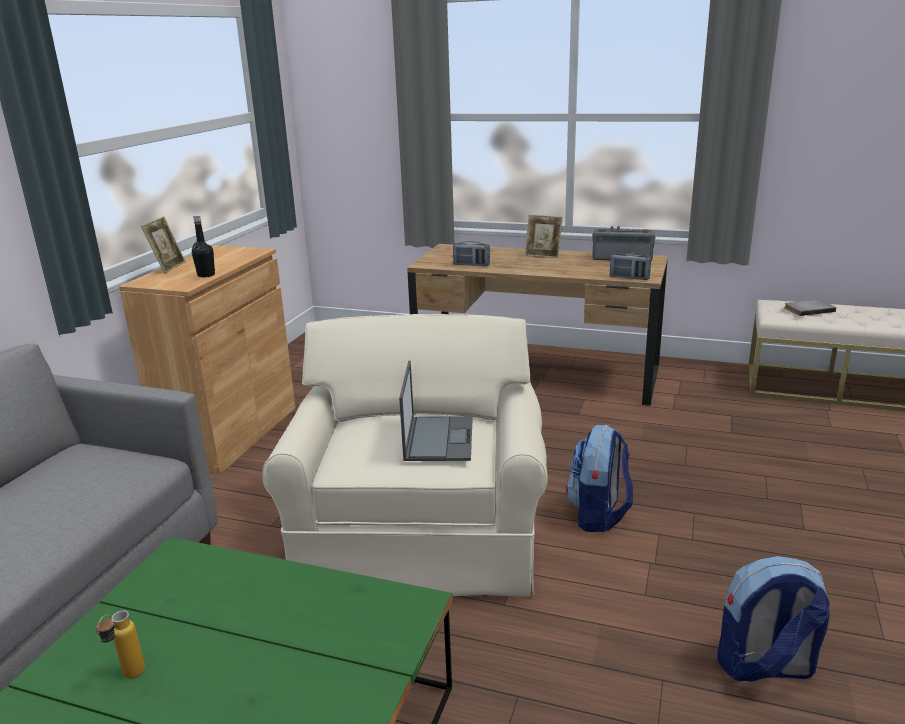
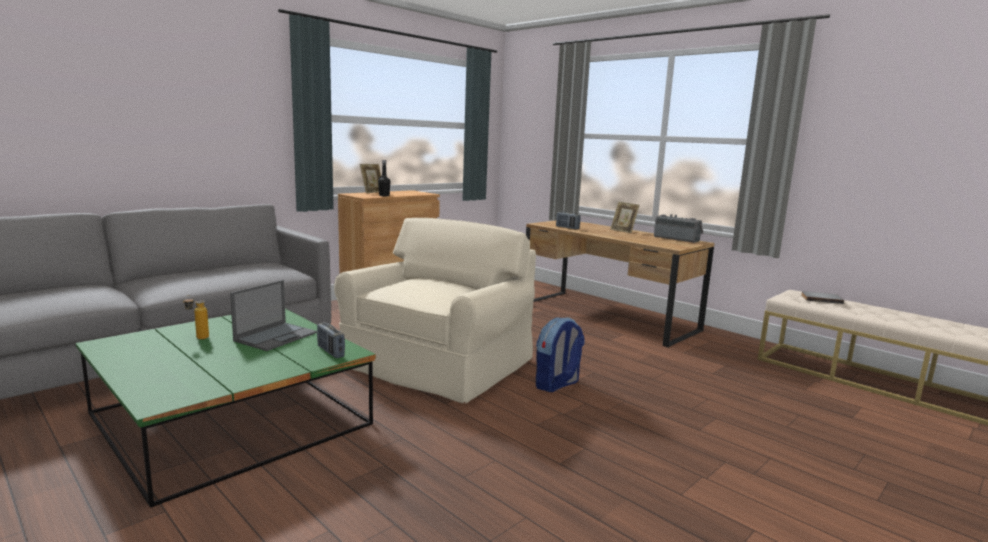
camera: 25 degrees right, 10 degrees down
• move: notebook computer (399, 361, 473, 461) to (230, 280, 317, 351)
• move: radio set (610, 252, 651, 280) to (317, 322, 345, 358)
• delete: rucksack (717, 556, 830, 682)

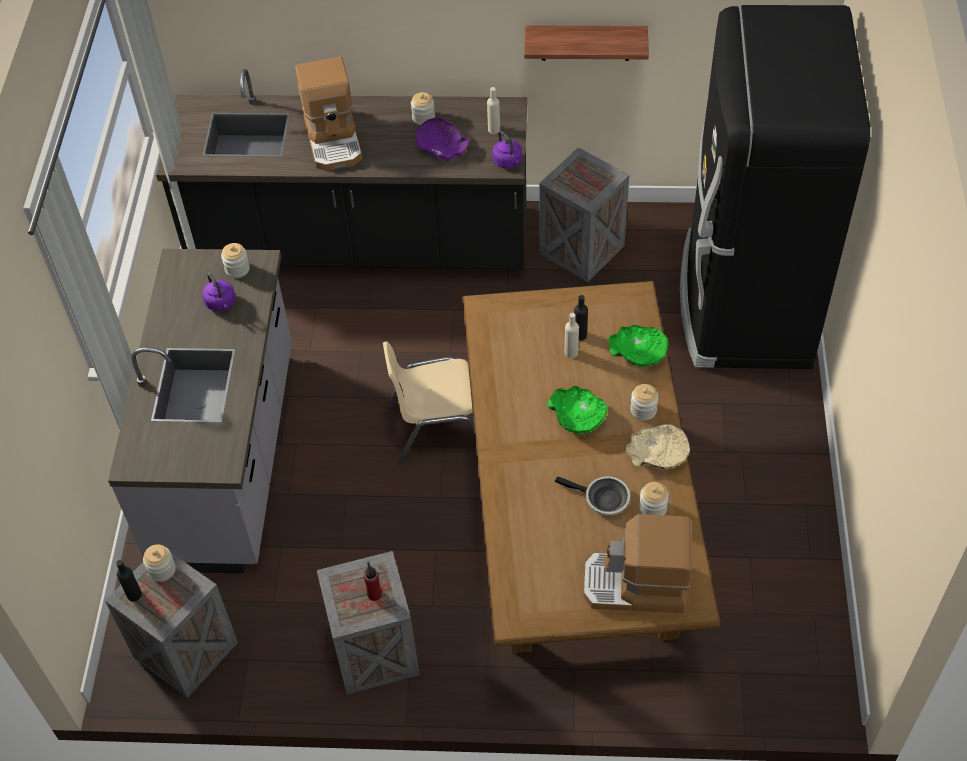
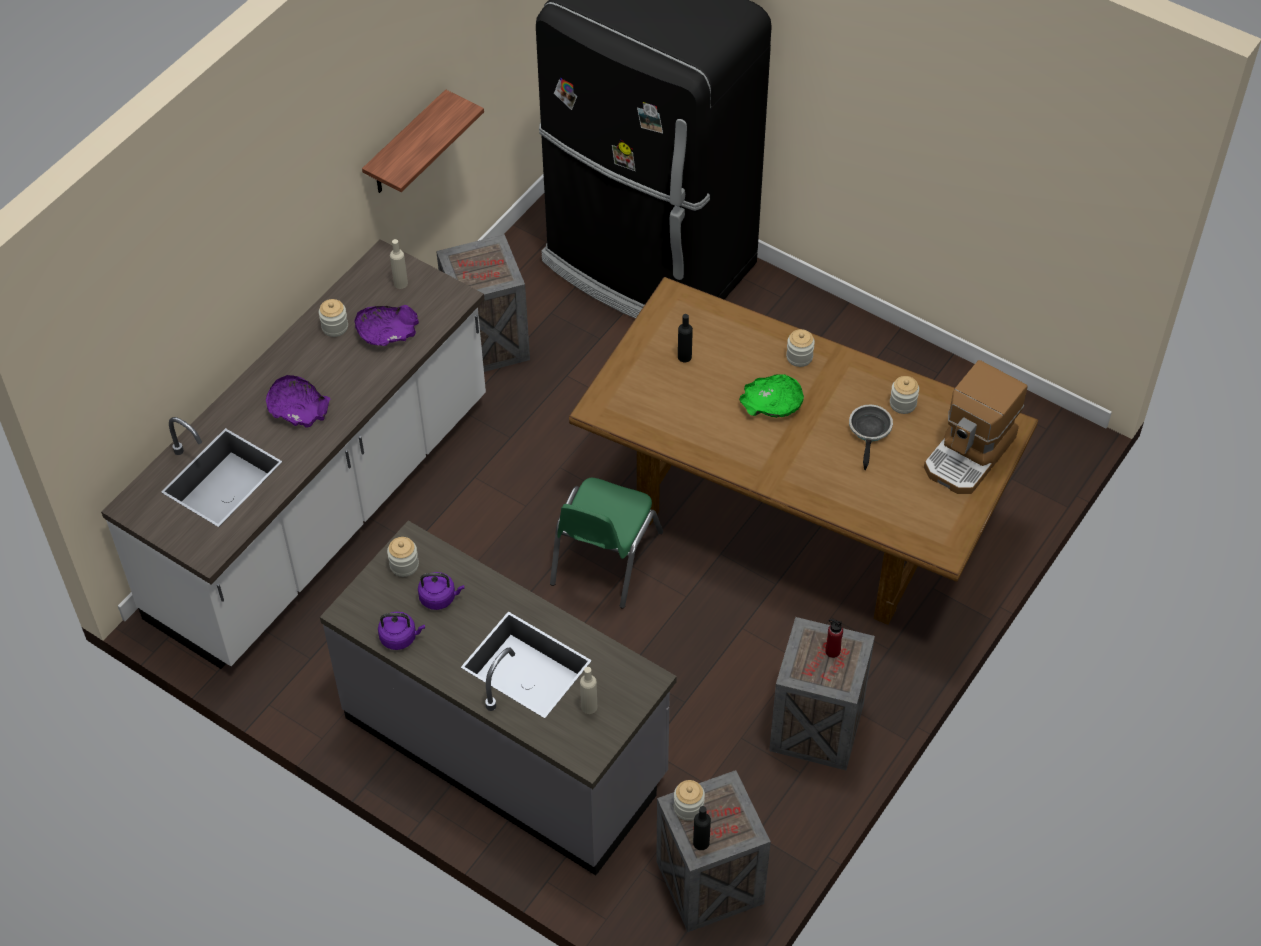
camera: 60 degrees left, 0 degrees up
• recolor: black kitchen counter (156, 69, 527, 270) to white kitchen counter (101, 239, 486, 669)
• replace: coffee machine (295, 57, 362, 171) to purple deep dish (266, 375, 330, 428)
• move: purple water kettle (492, 131, 522, 168) to (378, 612, 425, 650)
• recolor: sand-coloured upright chair (383, 341, 474, 463) to green-coloured upright chair (550, 478, 663, 609)
• move: sand-coloured beverage bottle (565, 313, 579, 358) to (580, 667, 597, 714)
• rotate: frying pan (555, 476, 630, 515) = (849, 404, 893, 470) 45 degrees counterclockwise
• delete: green-coloured deep dish (608, 325, 669, 367)
• delete: sand-coloured deep dish (625, 424, 690, 470)

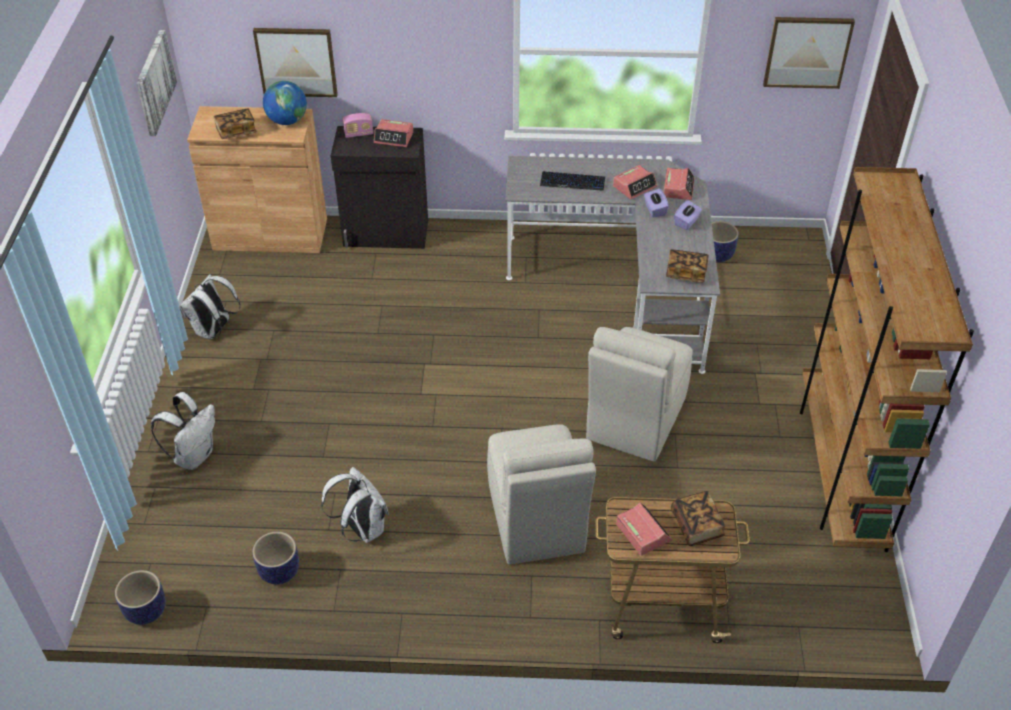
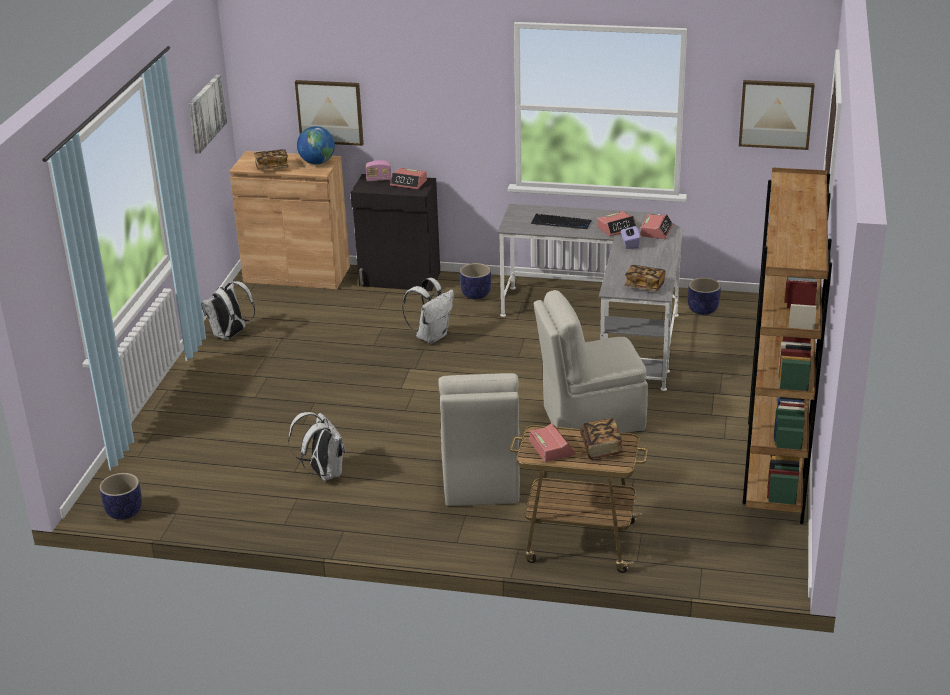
camera: 10 degrees right, 15 degrees down
• move: white rucksack (151, 392, 215, 470) to (402, 278, 454, 344)
• move: plant pot (252, 532, 299, 584) to (460, 263, 491, 299)
• rotate: sand-coloured upright chair (586, 327, 693, 462) = (534, 290, 648, 433) 45 degrees clockwise
• delete: purple box of tissues (674, 200, 702, 230)

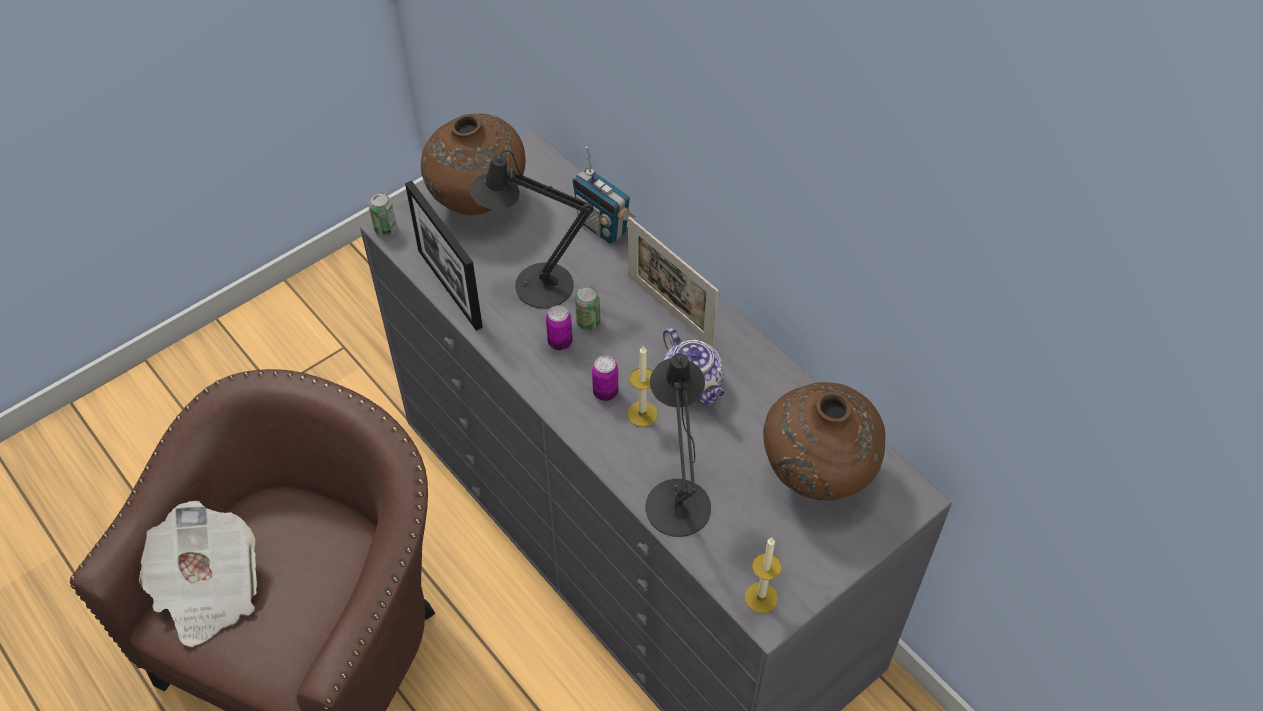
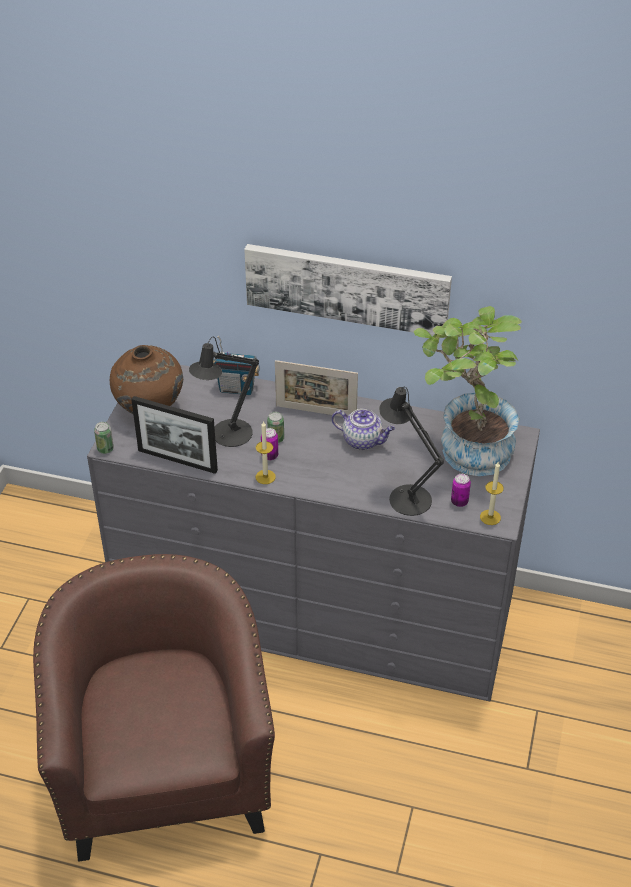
camera: 35 degrees left, 10 degrees down
• insert: picture (244, 244, 452, 336)
• move: wax candle (627, 346, 658, 427) to (256, 421, 276, 484)
• replace: brownish decorative vase (763, 382, 885, 501) to plant in a pot (414, 306, 522, 476)
• move: metal can (592, 356, 618, 401) to (451, 474, 471, 507)
• delete: daily paper (138, 501, 257, 647)

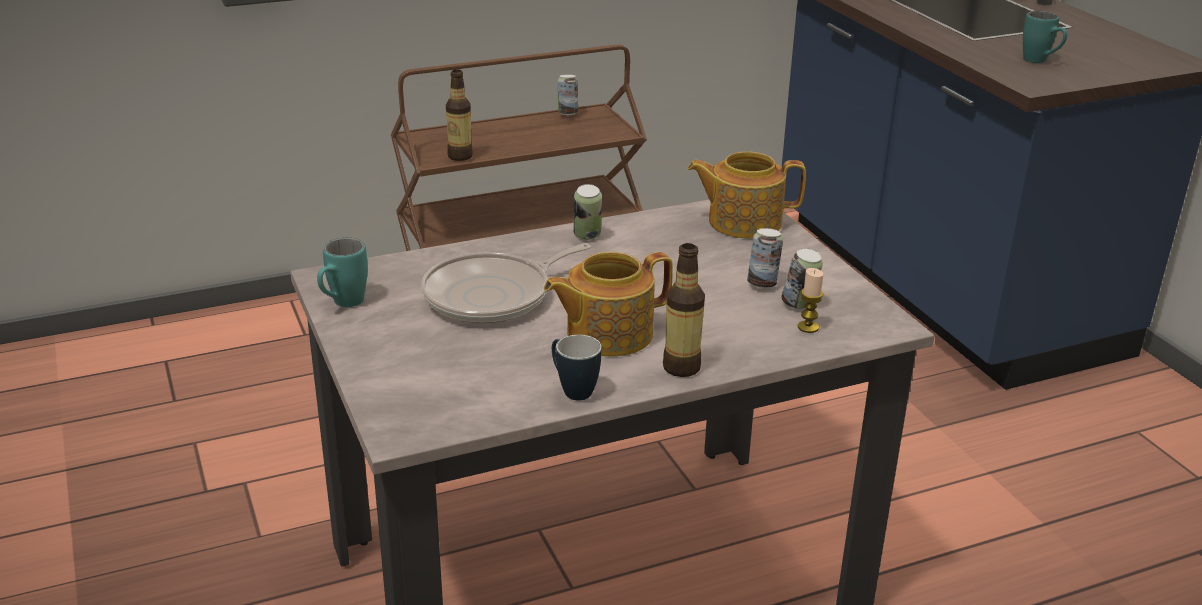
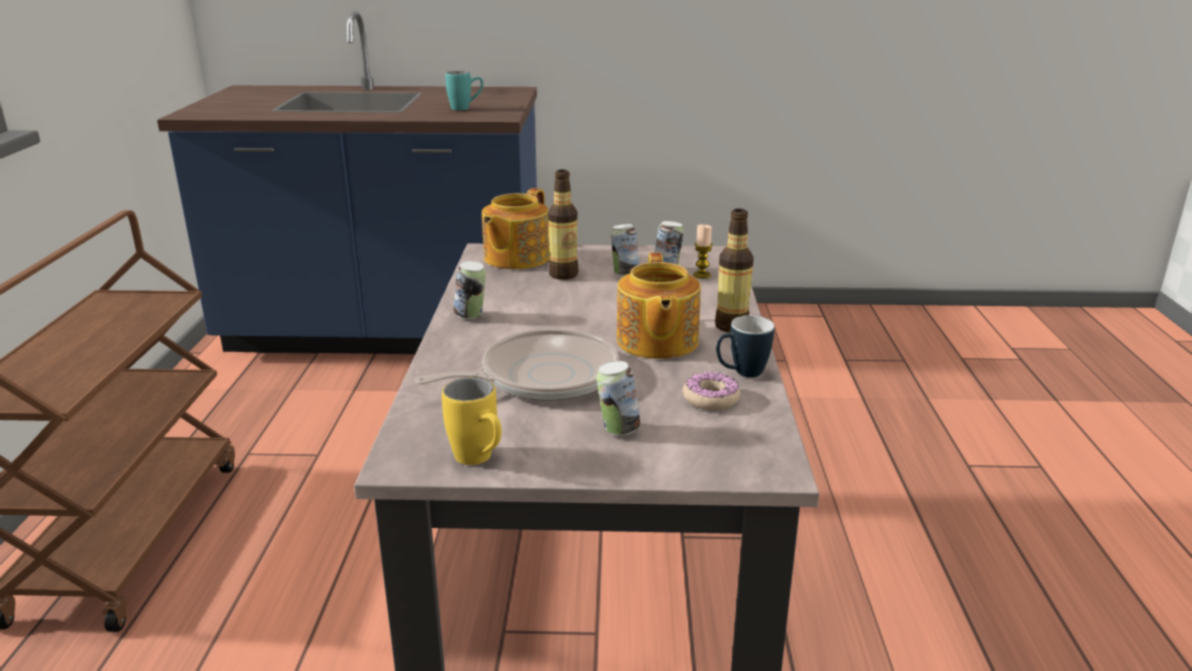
camera: 65 degrees left, 5 degrees down
• rotate: frying pan (421, 243, 591, 323) = (416, 329, 619, 401) 105 degrees counterclockwise
• recolor: turquoise-coloured tea mug (317, 238, 368, 307) to yellow tea mug (442, 377, 502, 465)
• move: beverage bottle (446, 69, 473, 161) to (548, 170, 578, 280)
• move: metal can (558, 74, 578, 115) to (596, 361, 640, 436)
• insert: donut (683, 371, 740, 410)

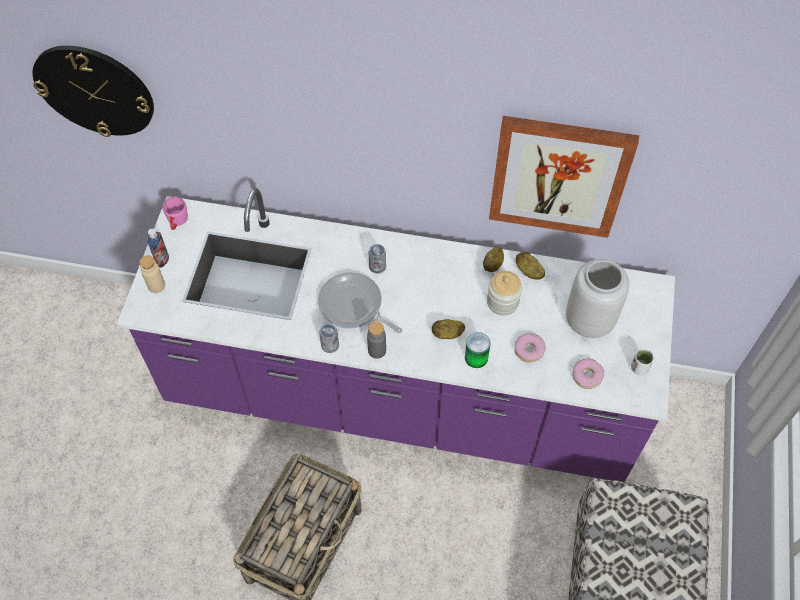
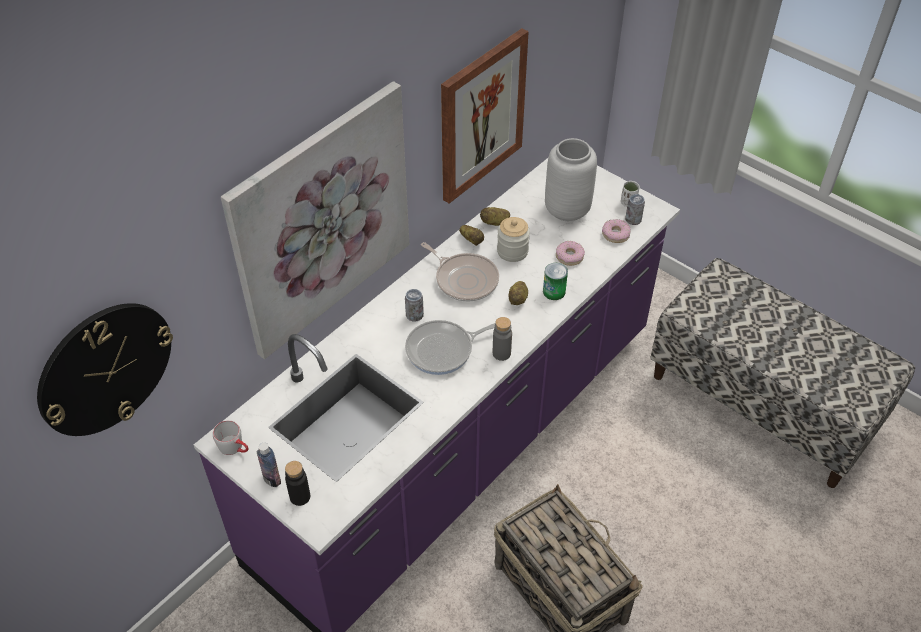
camera: 60 degrees left, 10 degrees down
• recolor: pink tea mug (163, 197, 188, 230) to grey tea mug (213, 420, 249, 455)
• insert: picture (221, 81, 409, 359)
• recolor: sand-coloured beverage bottle (139, 255, 165, 293) to black beverage bottle (285, 461, 310, 506)
• insert: frying pan (421, 242, 499, 302)
• move: metal can (319, 323, 339, 353) to (625, 194, 645, 225)

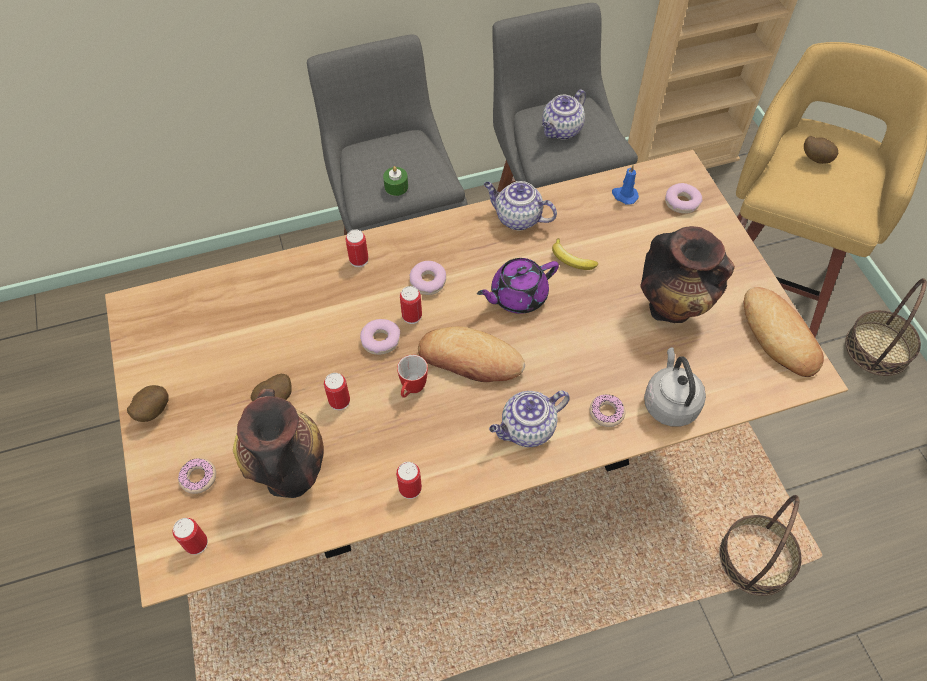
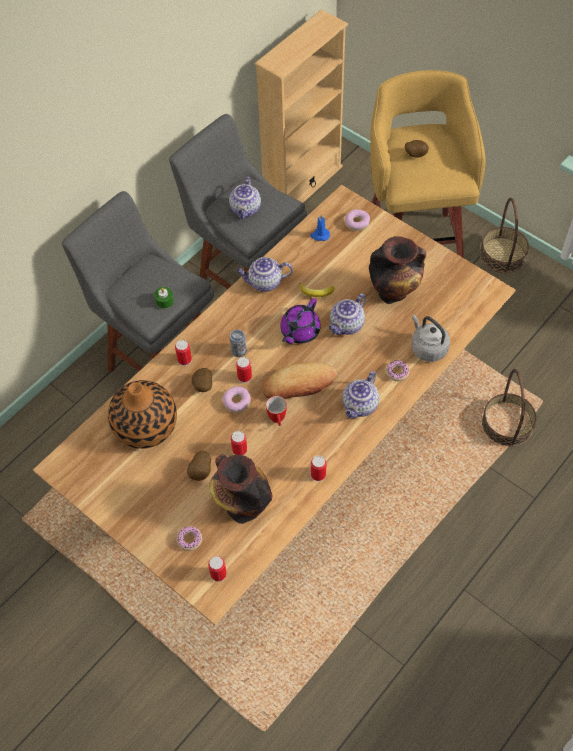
camera: 30 degrees left, 0 degrees up
• insert: decorative vase (108, 380, 177, 449)
• move: potato (127, 385, 169, 422) to (192, 368, 212, 392)
• replace: donut (409, 261, 446, 295) to metal can (229, 329, 247, 357)
• insert: tea pot (329, 293, 366, 335)
• delete: baked bread (743, 287, 824, 377)

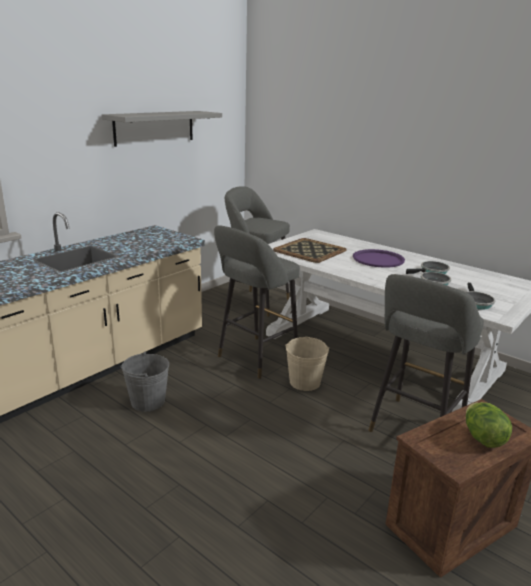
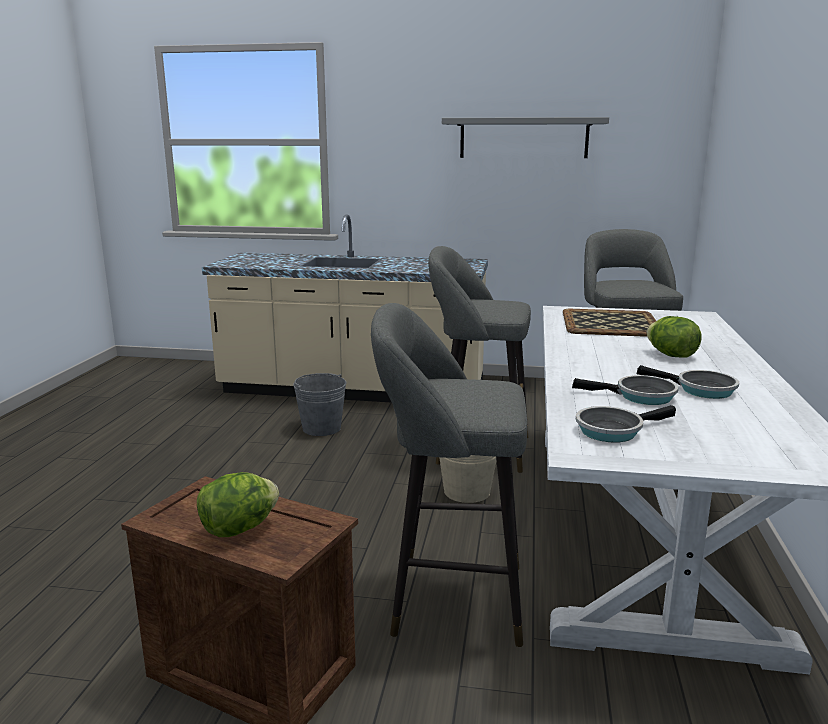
camera: 60 degrees right, 5 degrees down
• replace: purple tray (353, 249, 405, 267) to lettuce (647, 316, 702, 358)

